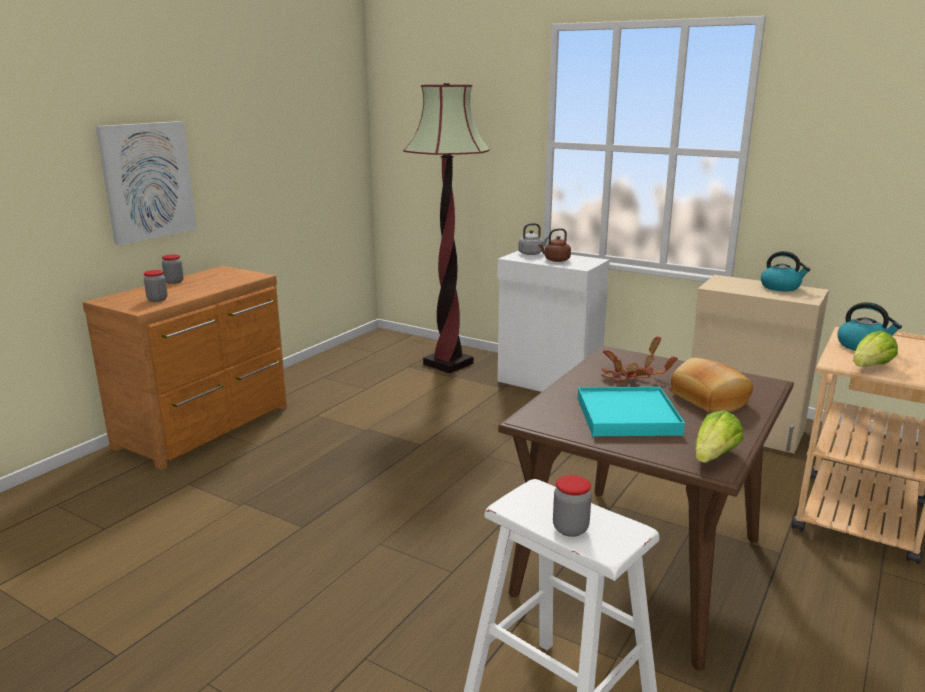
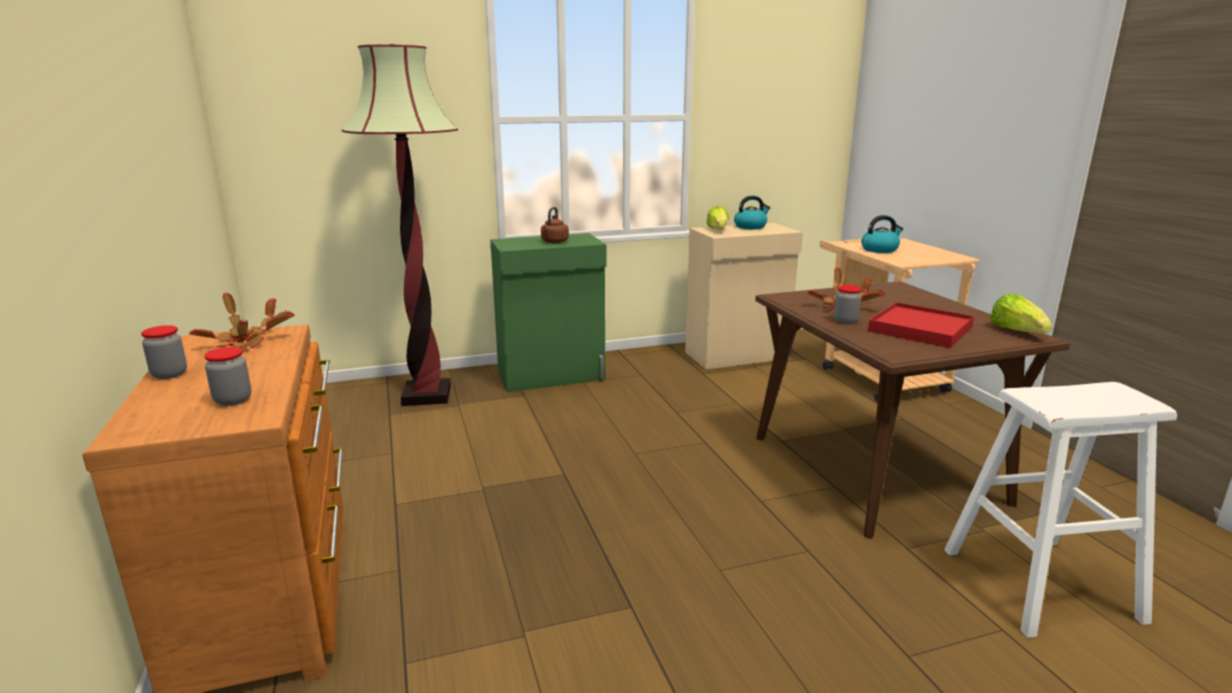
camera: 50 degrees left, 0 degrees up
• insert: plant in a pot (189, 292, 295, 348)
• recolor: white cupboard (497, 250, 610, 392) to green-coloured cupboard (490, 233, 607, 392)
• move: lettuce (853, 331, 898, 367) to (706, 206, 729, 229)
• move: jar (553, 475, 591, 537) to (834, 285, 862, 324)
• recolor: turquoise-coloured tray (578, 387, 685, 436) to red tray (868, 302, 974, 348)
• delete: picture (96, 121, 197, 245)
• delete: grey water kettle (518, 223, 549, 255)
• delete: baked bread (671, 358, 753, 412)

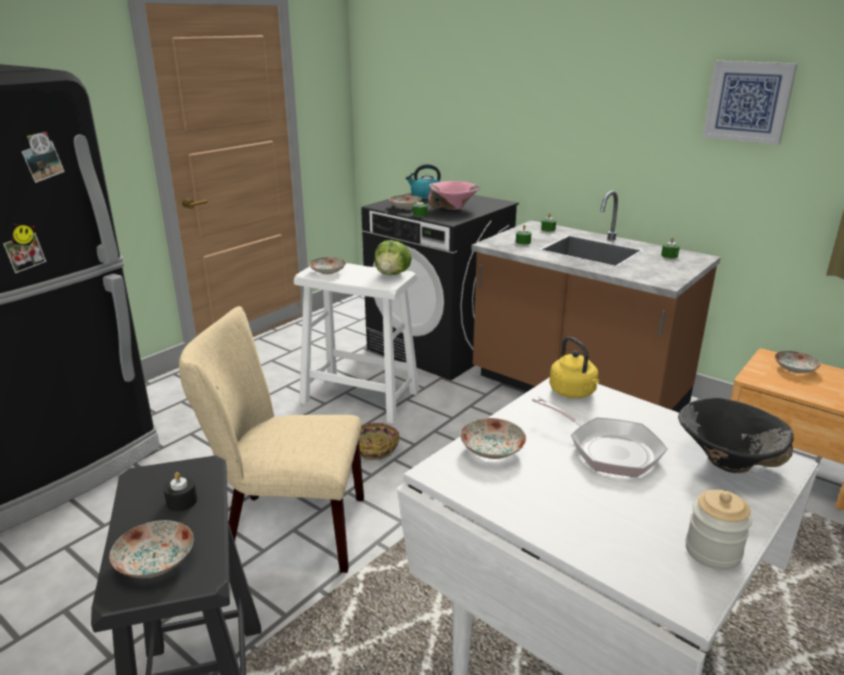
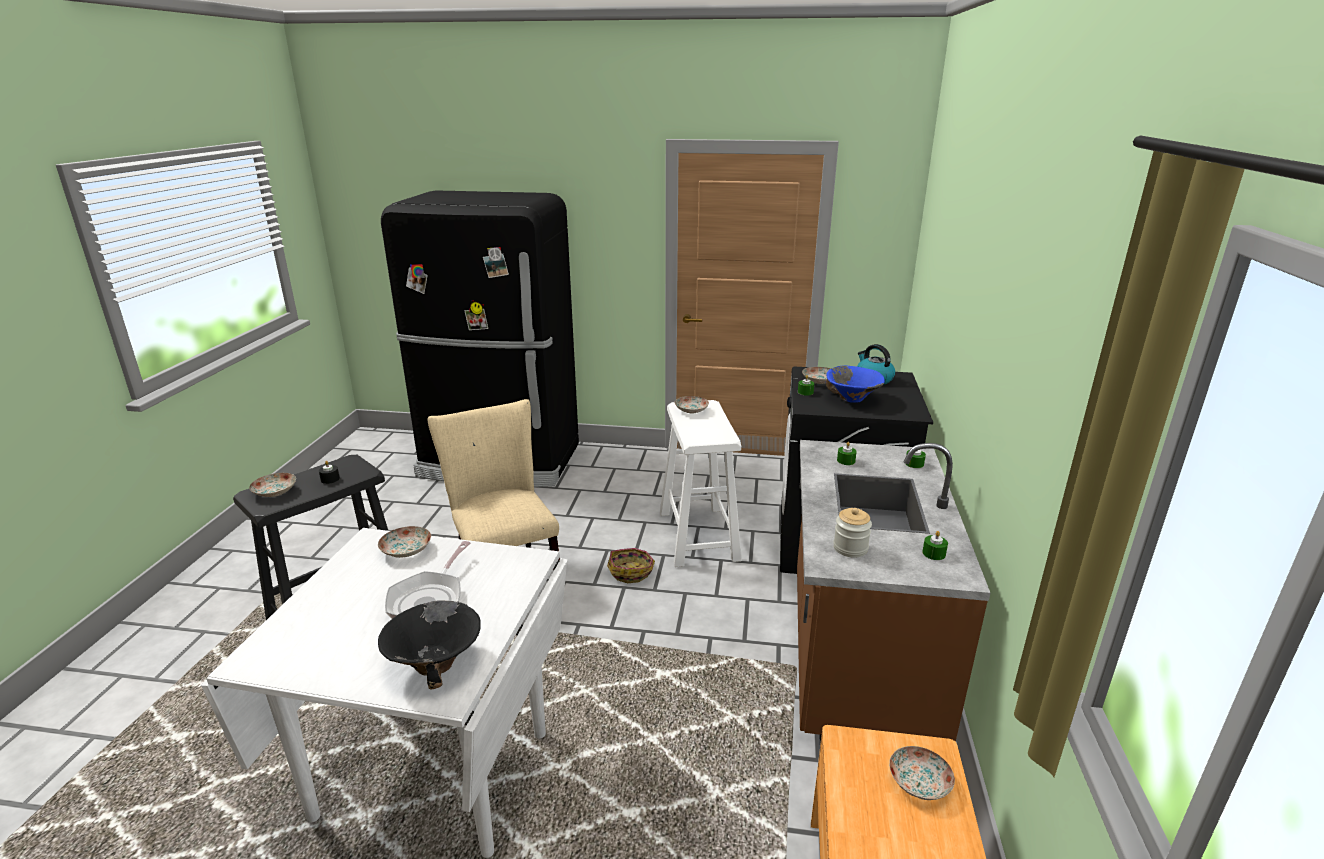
camera: 60 degrees right, 0 degrees up
• recolor: pink deep dish (428, 181, 480, 210) to bluish deep dish (826, 366, 885, 403)
• move: jar (686, 490, 752, 570) to (833, 508, 872, 558)
• delete: lettuce (375, 240, 412, 275)
• delete: yellow water kettle (549, 337, 599, 398)
• delete: picture (702, 61, 798, 145)

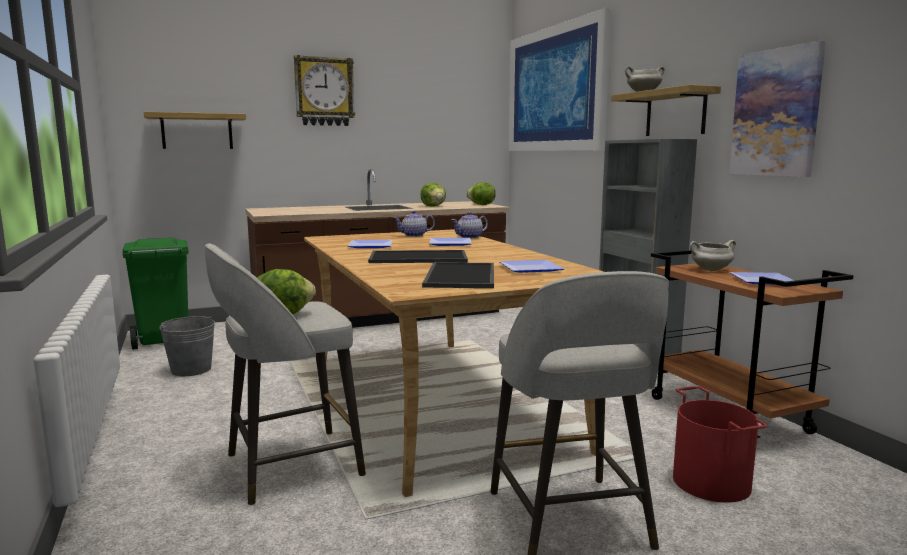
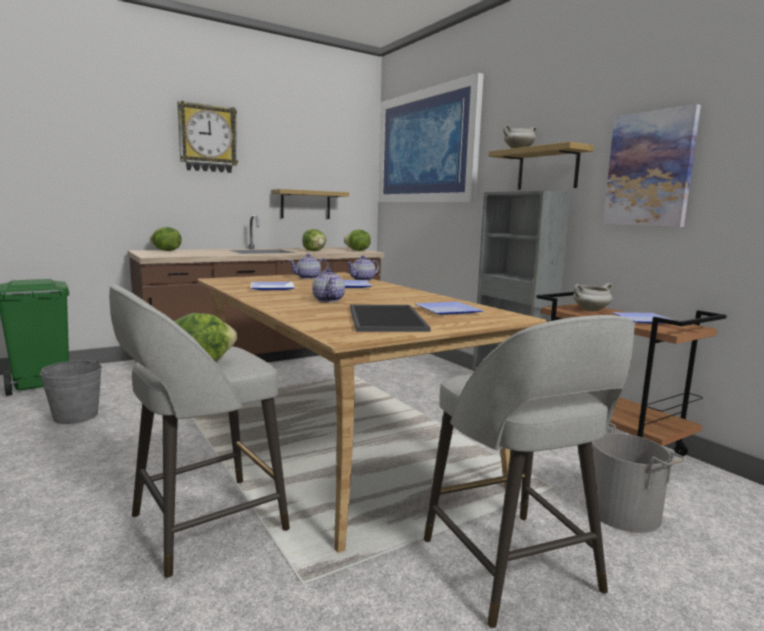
camera: 10 degrees left, 0 degrees up
• insert: lettuce (150, 227, 182, 251)
• move: bracket shelf (144, 112, 246, 149) to (271, 189, 349, 219)
• replace: tray (368, 250, 468, 263) to tea pot (312, 269, 345, 302)
• recolor: red pail (673, 386, 768, 503) to grey pail (586, 423, 687, 533)

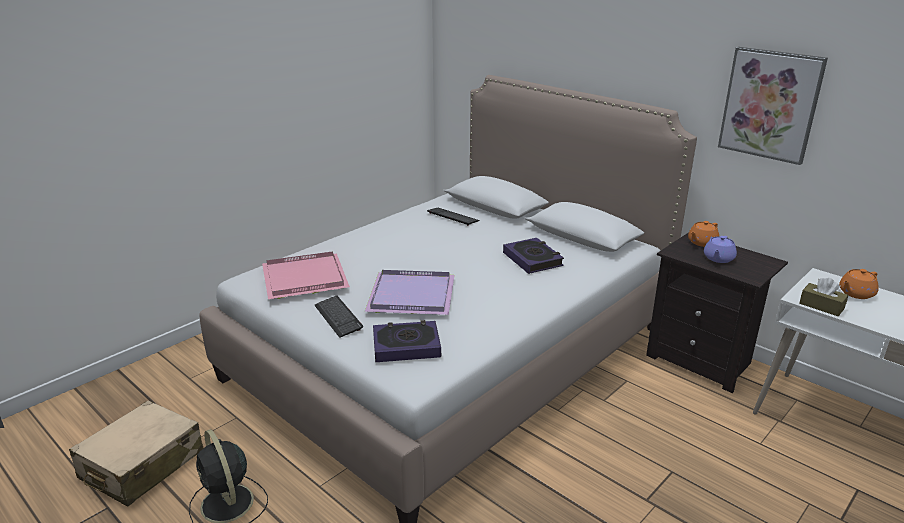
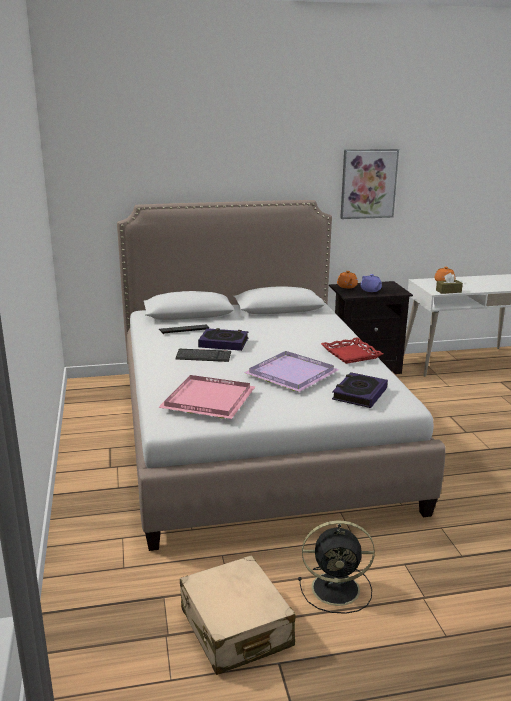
camera: 55 degrees left, 5 degrees down
• move: keyboard (315, 296, 363, 338) to (175, 349, 231, 362)
• move: bound book (503, 238, 564, 274) to (198, 328, 248, 351)
• insert: red tray (321, 337, 383, 364)

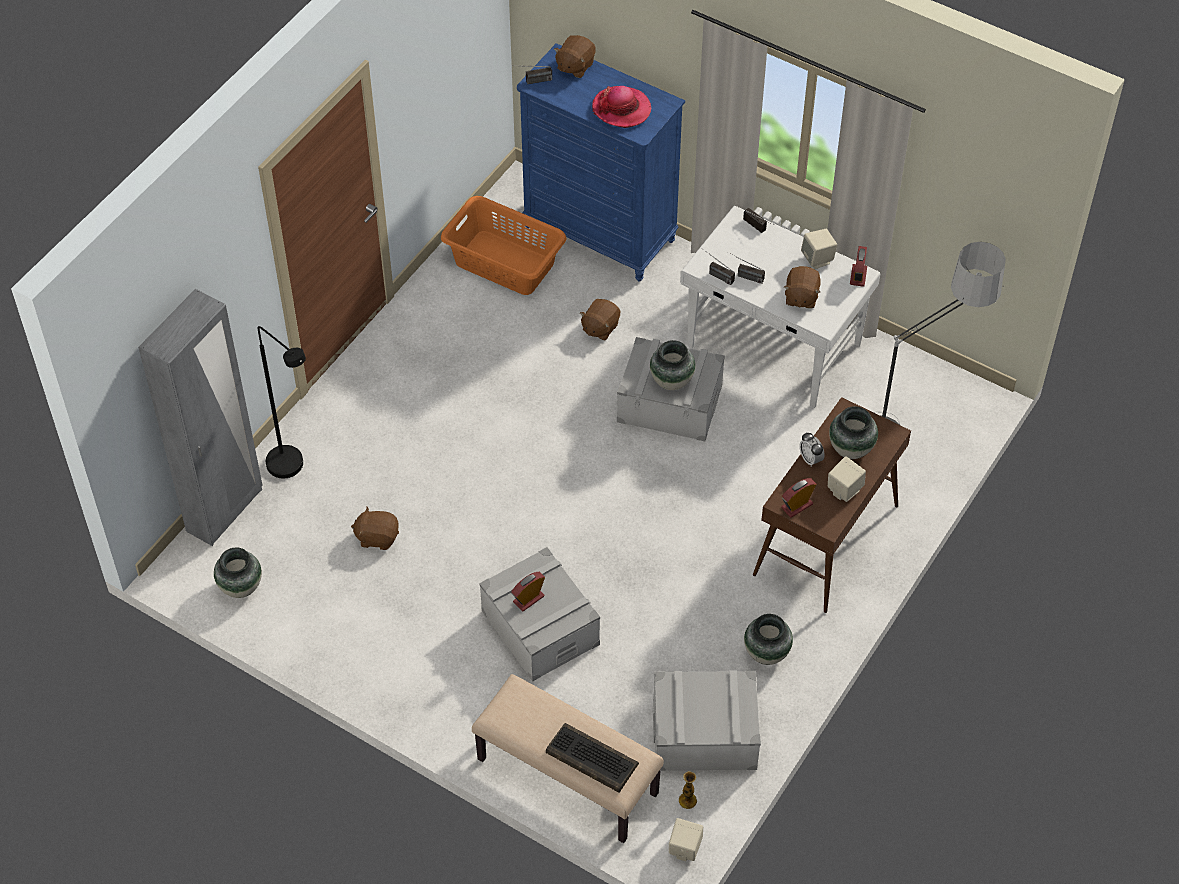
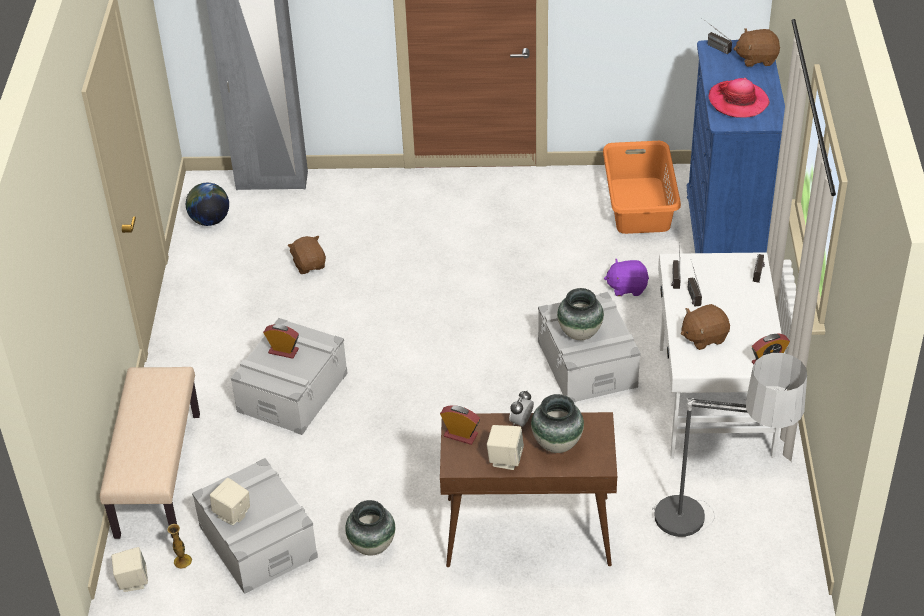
camera: 60 degrees right, 10 degrees down
• replace: decorative vase (214, 548, 262, 598) to world globe (186, 183, 229, 226)
• move: sand-coloured audio speaker (801, 229, 837, 270) to (210, 478, 250, 525)
• recolor: brownish plush toy (580, 299, 620, 340) to purple plush toy (604, 258, 649, 296)
• delete: black standing lamp (258, 326, 306, 478)
• delete: keyboard (546, 723, 639, 793)

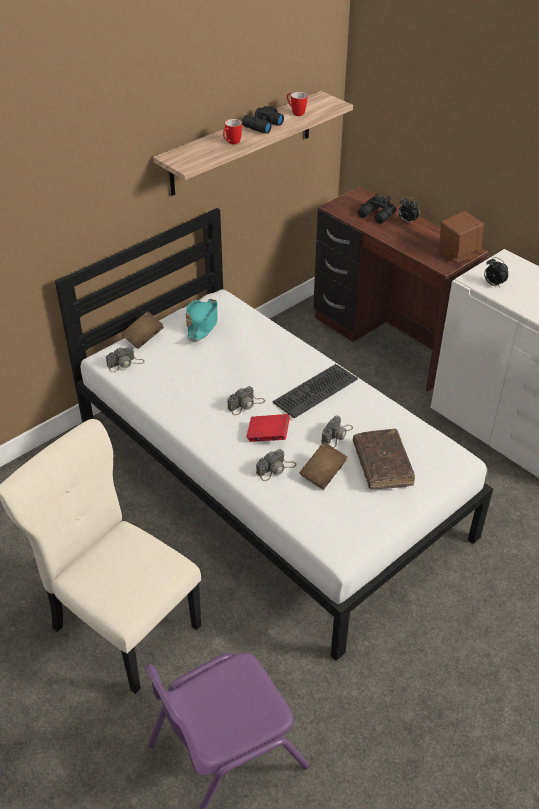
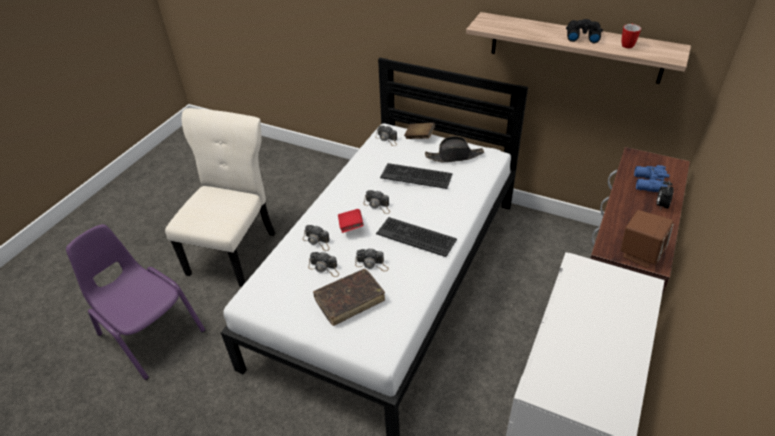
camera: 70 degrees right, 0 degrees up
• replace: brownish bound book (300, 442, 347, 489) to photo camera (308, 252, 339, 277)
• insert: keyboard (380, 163, 452, 189)
• recolor: turquoise-coloured hat (186, 298, 218, 341) to black hat (425, 136, 484, 162)
• recolor: black pair of binoculars (358, 194, 396, 224) to bluish pair of binoculars (634, 165, 669, 192)
• delete: tea mug (223, 119, 242, 145)
• delete: bedside clock (484, 257, 509, 288)

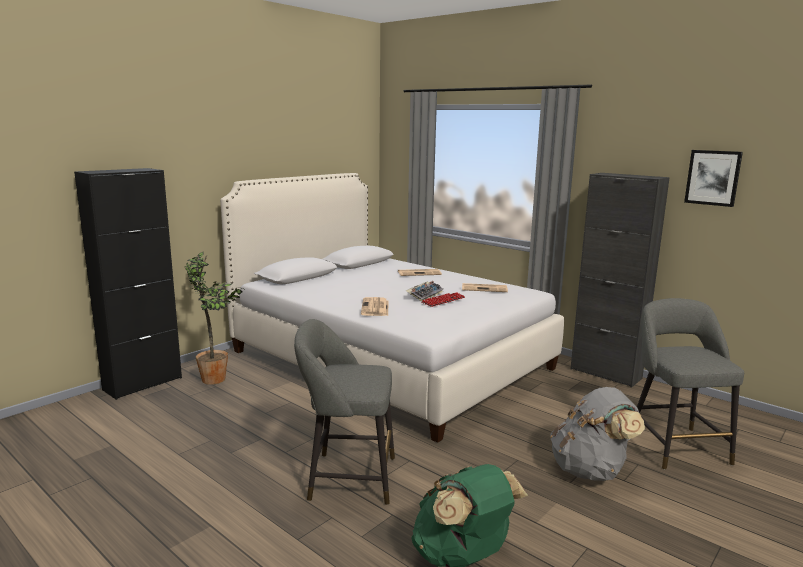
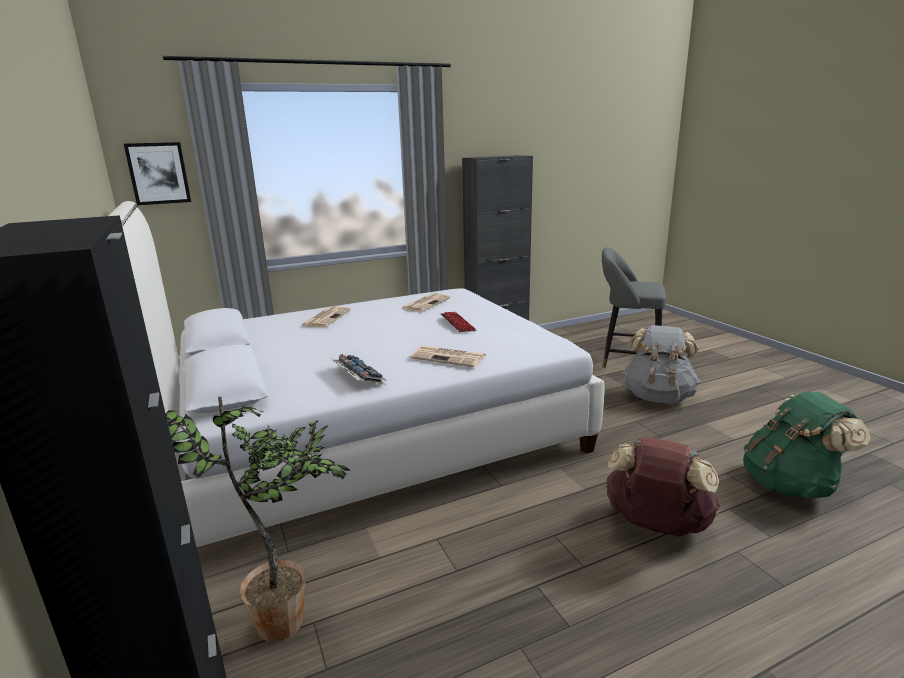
camera: 65 degrees left, 5 degrees up
• move: picture (684, 150, 743, 207) to (124, 142, 191, 205)
• move: keyboard (406, 281, 443, 302) to (330, 354, 387, 385)
• replace: grey stool (294, 319, 395, 505) to brownish rucksack (605, 437, 720, 537)

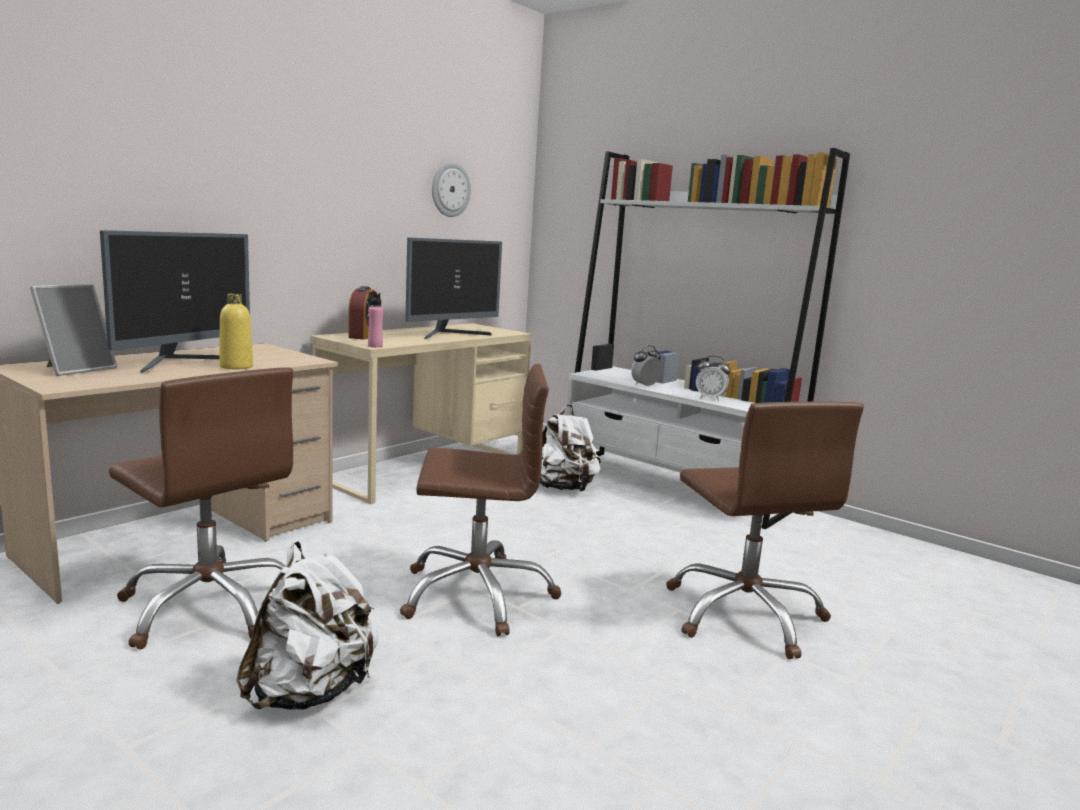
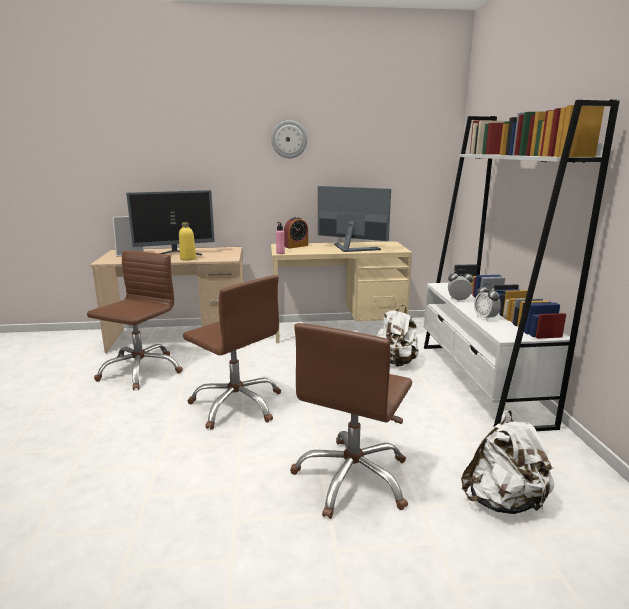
camera: 45 degrees right, 5 degrees up
• rotate: brownish desk chair (109, 367, 293, 650) = (87, 250, 183, 390) 150 degrees counterclockwise
• move: wall clock (432, 162, 471, 217) to (271, 120, 307, 158)
• rotate: monitor (405, 237, 502, 339) = (318, 186, 391, 252) 150 degrees counterclockwise
• move: white rucksack (236, 541, 378, 710) to (461, 410, 554, 514)

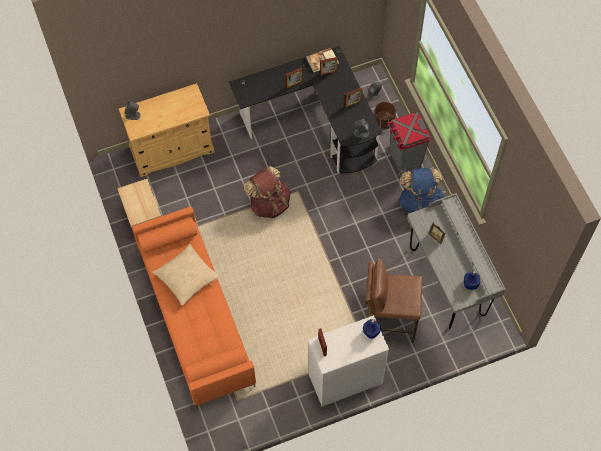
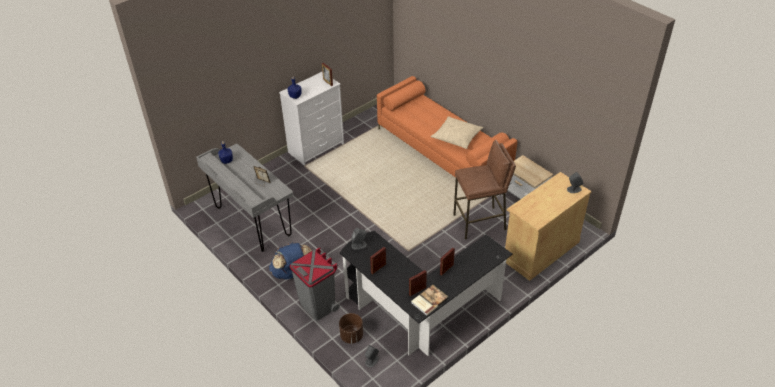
camera: 160 degrees right, 20 degrees down
• move: brownish stool (366, 258, 422, 343) to (453, 140, 516, 240)
• delete: brownish rucksack (244, 166, 291, 218)

